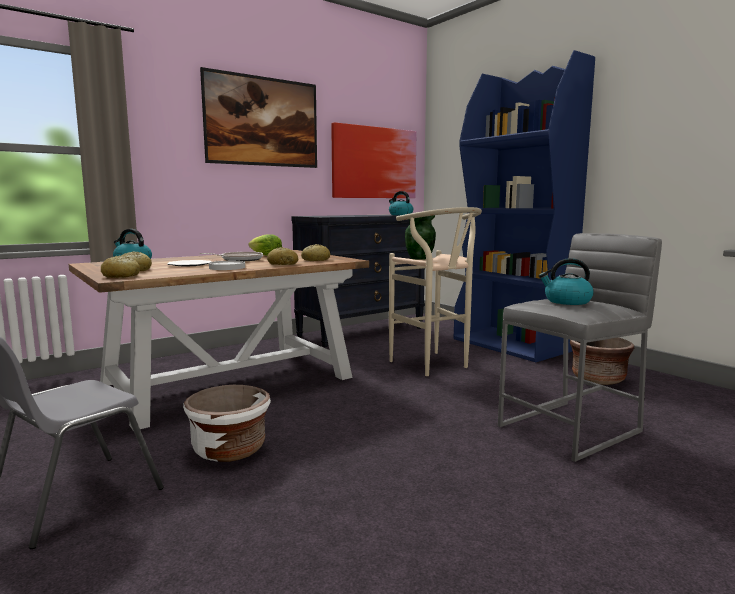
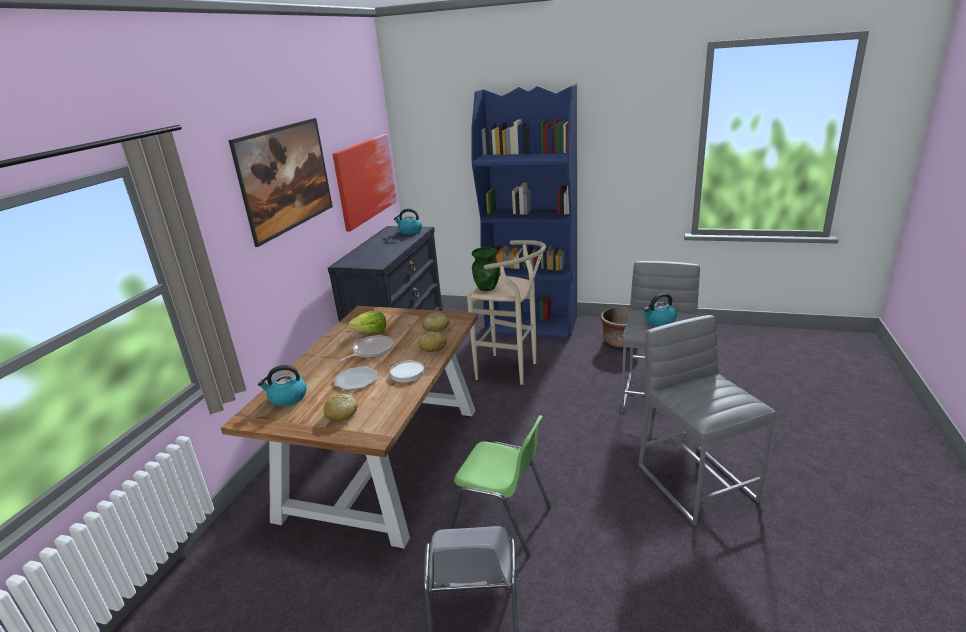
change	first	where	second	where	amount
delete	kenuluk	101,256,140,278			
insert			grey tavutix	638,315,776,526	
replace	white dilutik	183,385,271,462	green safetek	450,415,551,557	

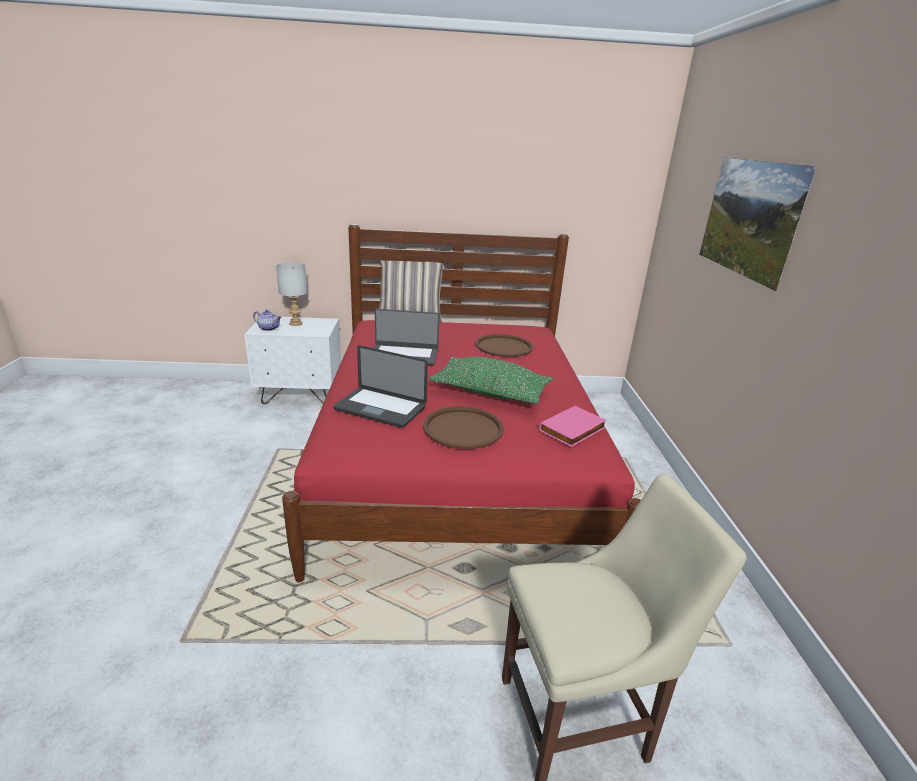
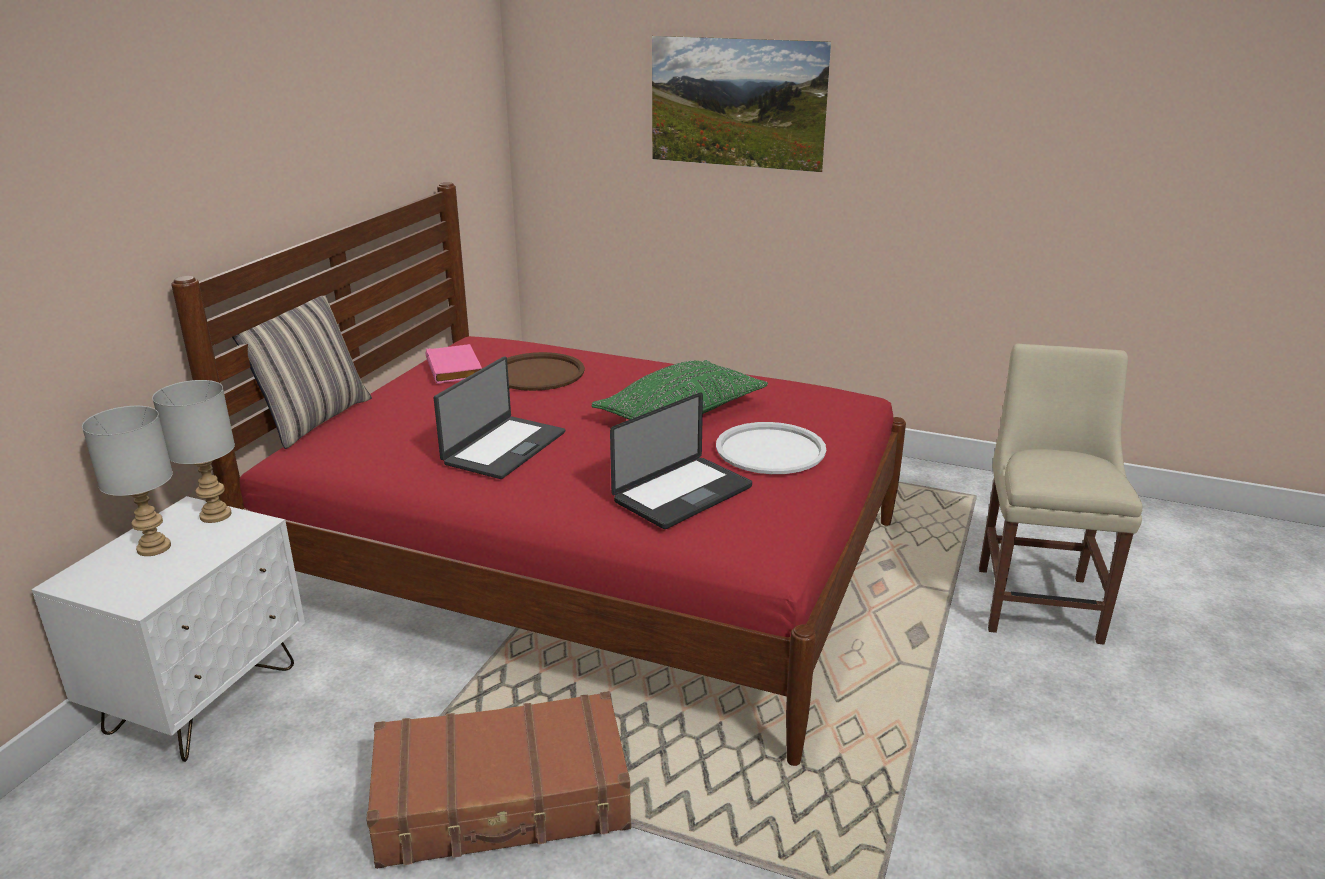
change	first	where	second	where	amount
delete	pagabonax	253,310,282,331			
insert			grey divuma	152,380,235,523	
insert			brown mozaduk	366,691,631,869	
move	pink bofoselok	539,406,607,447		426,344,482,384	
recolor	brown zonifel	423,406,504,449	white zonifel	716,422,826,474	

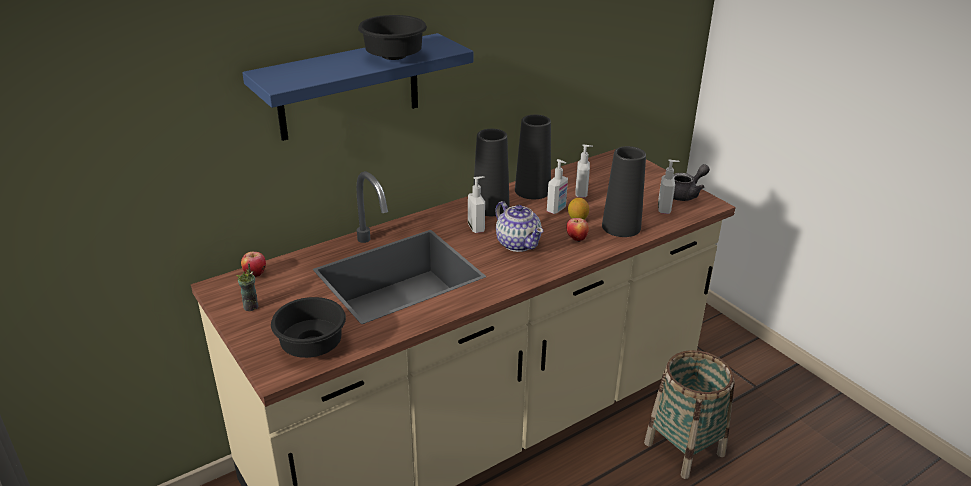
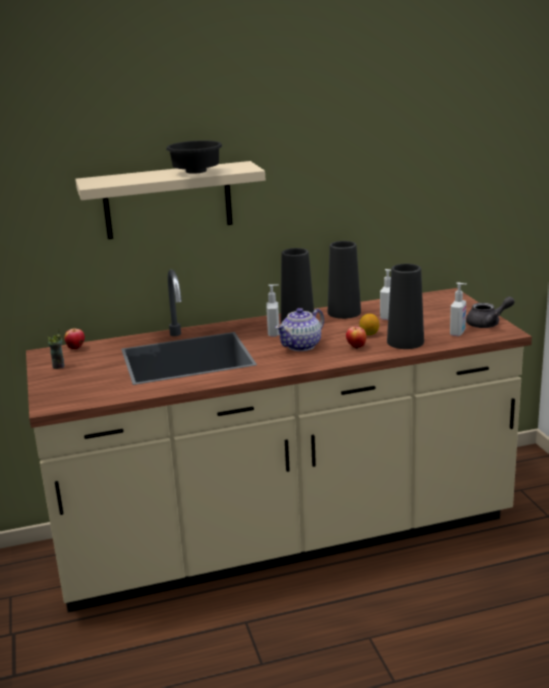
change	first	where	second	where	amount
delete	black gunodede	271,297,346,358			
delete	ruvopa	547,159,568,214			
delete	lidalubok	644,350,735,479			
recolor	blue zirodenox	242,33,473,141	beige zirodenox	75,161,265,239	
rotate	pagabonax	496,201,543,252		275,308,324,351	60 degrees clockwise

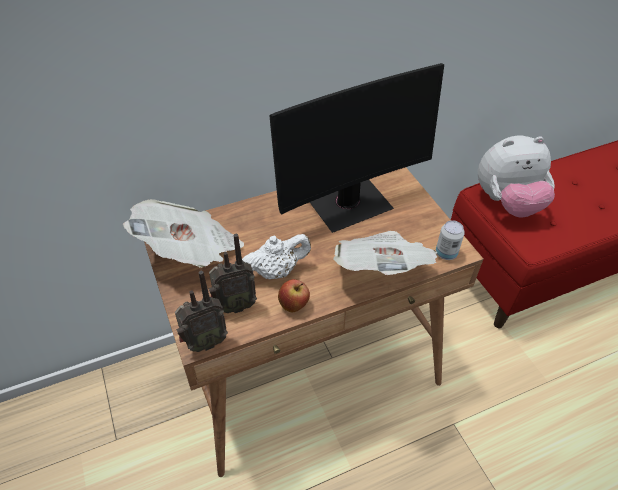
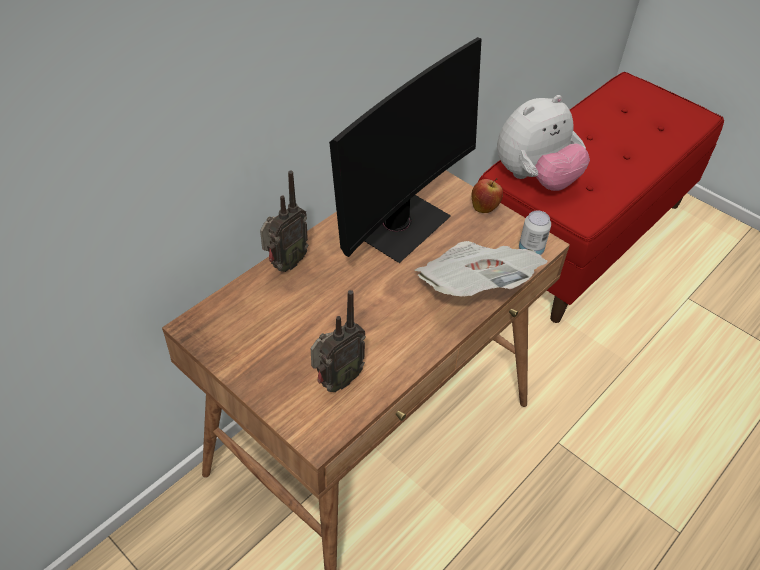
change	first	where	second	where	amount
delete	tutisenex	123,199,244,267			
delete	white pagabonax	242,234,311,279			
move	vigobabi	175,271,228,352		260,171,308,272	
move	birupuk	278,279,310,312		471,178,503,213	

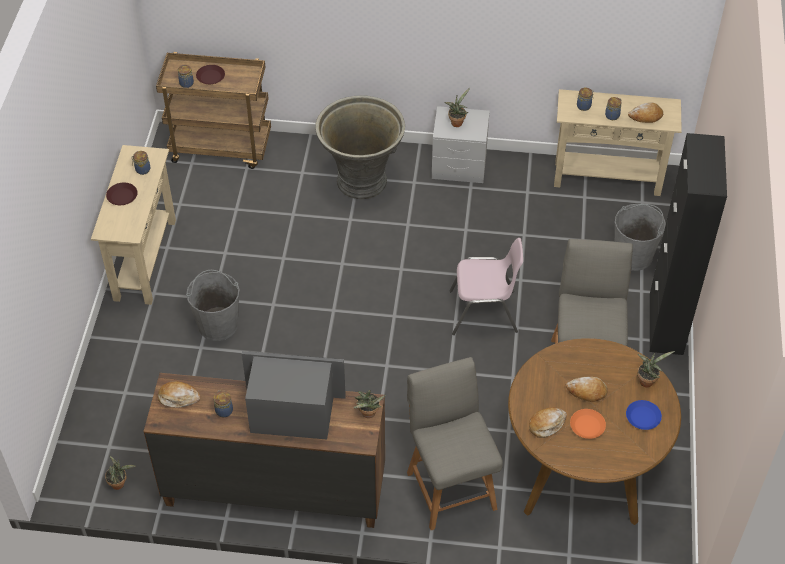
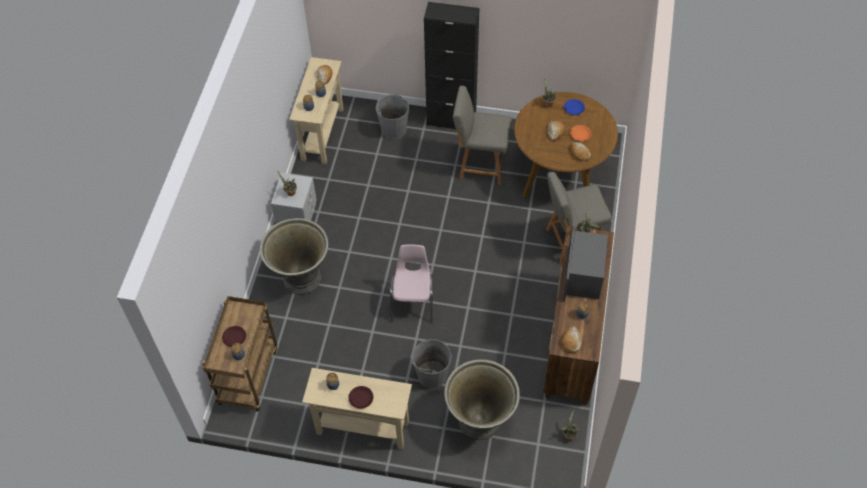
change	first	where	second	where	amount
insert			grey dilutik	444,360,520,440	
move	pink safetek	450,238,523,335		390,244,433,324	

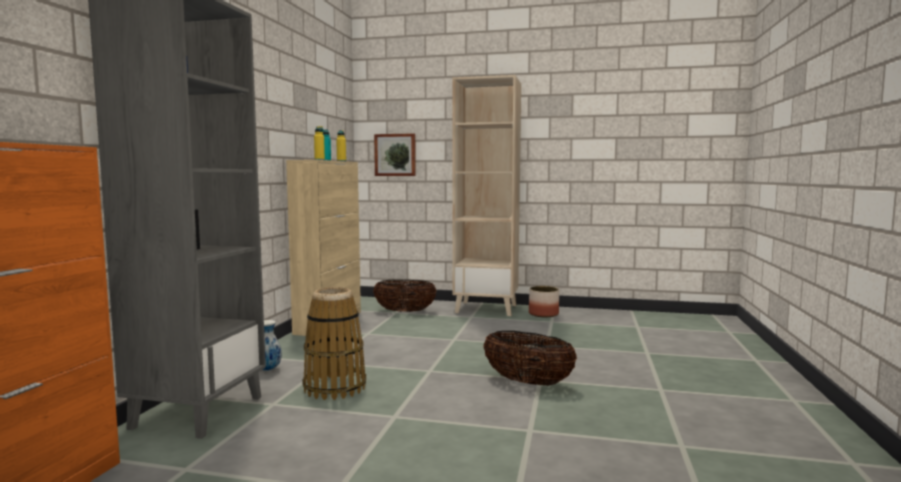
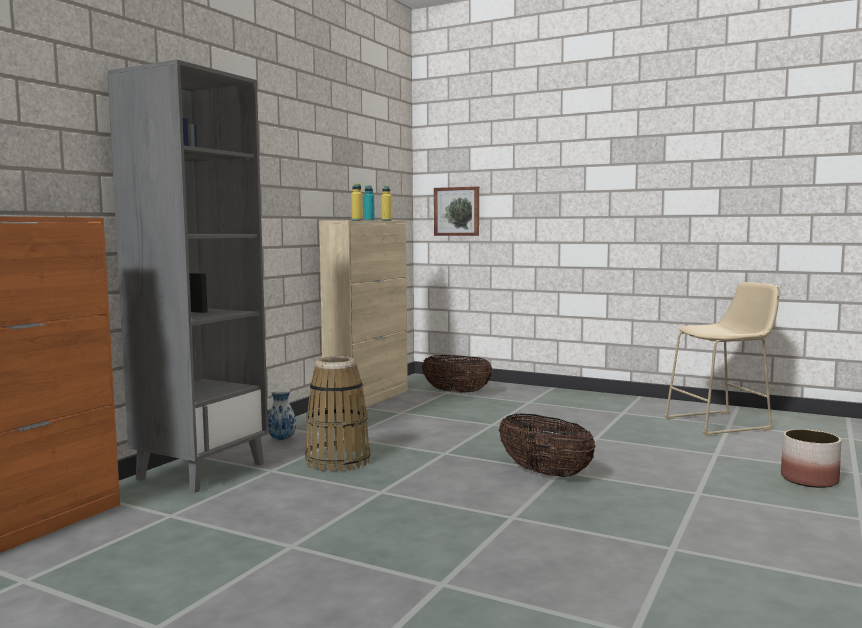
change	first	where	second	where	amount
delete	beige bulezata	452,75,521,316			
insert			beige tavutix	664,282,780,436	
move	dilutik	529,286,559,317		781,429,841,488	

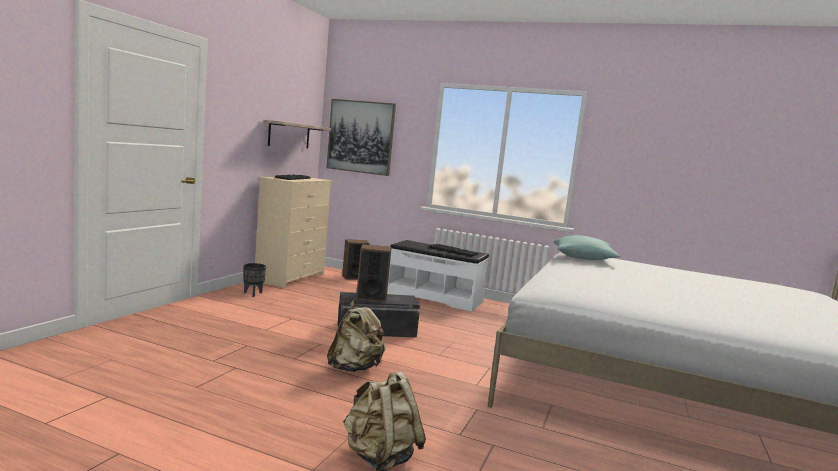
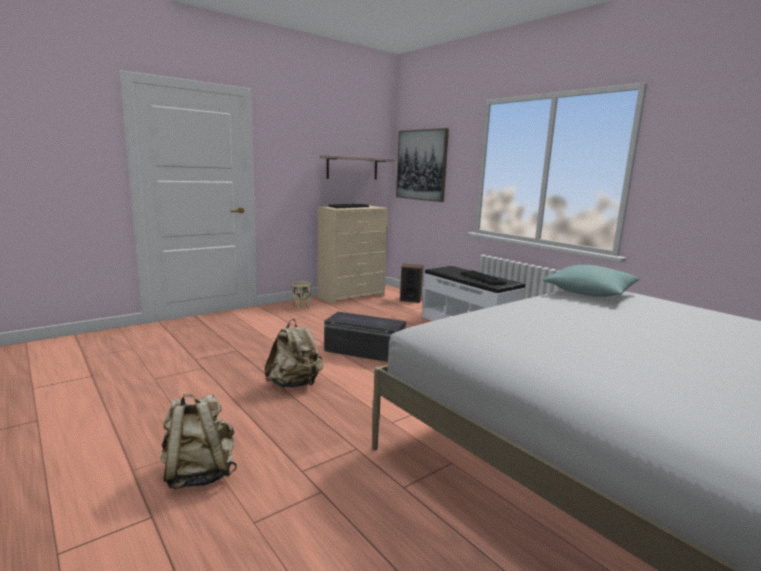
change	first	where	second	where	amount
delete	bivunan	356,244,392,303			
recolor	black dilutik	243,263,266,297	beige dilutik	292,281,311,310	

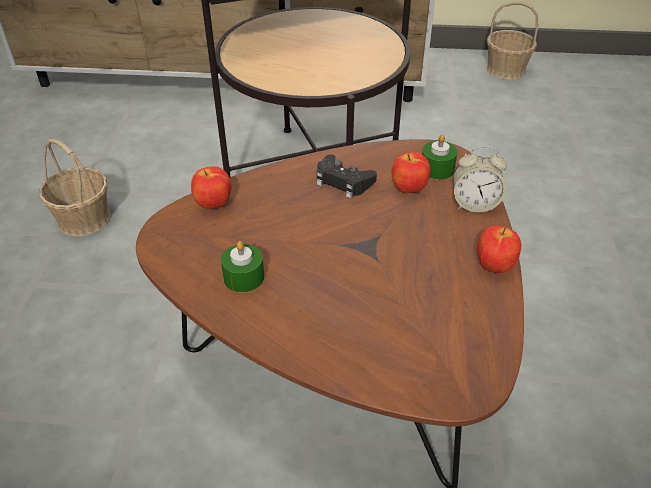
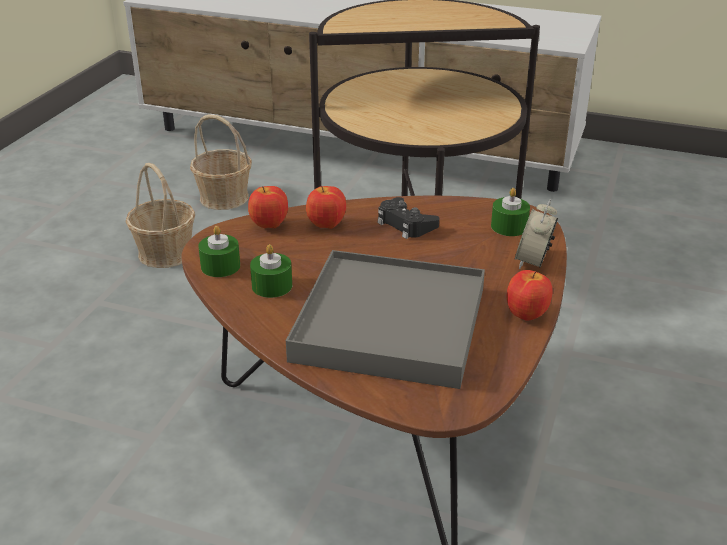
change	first	where	second	where	amount
insert			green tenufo	198,226,240,277	
insert			grey zonifel	286,250,485,389	
move	birupuk	392,152,431,193		306,186,346,229	
move	lidalubok	486,1,538,80		190,114,252,210	
rotate	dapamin	453,146,507,213		515,199,558,269	90 degrees clockwise

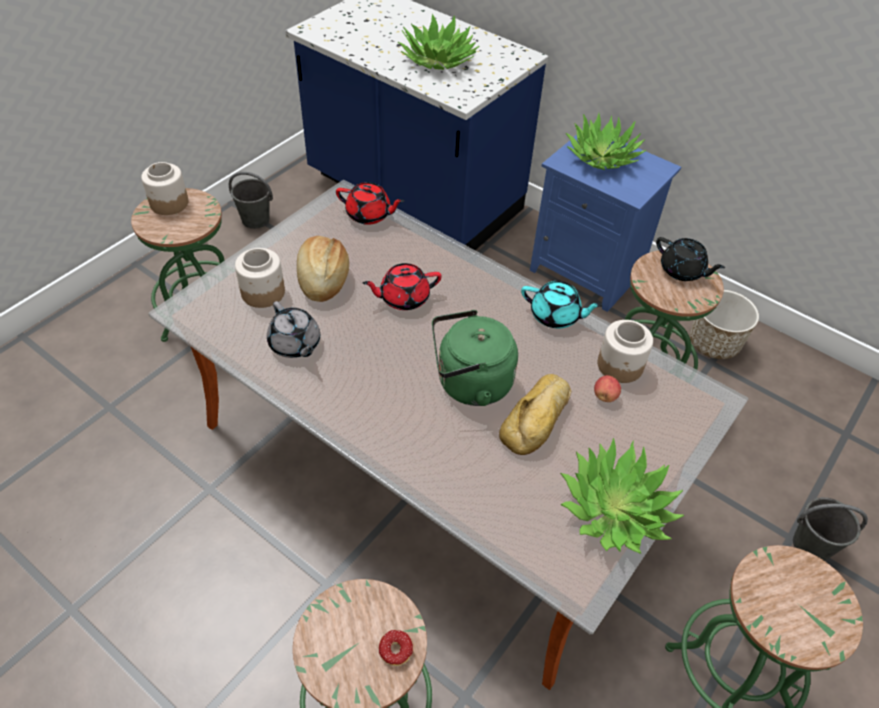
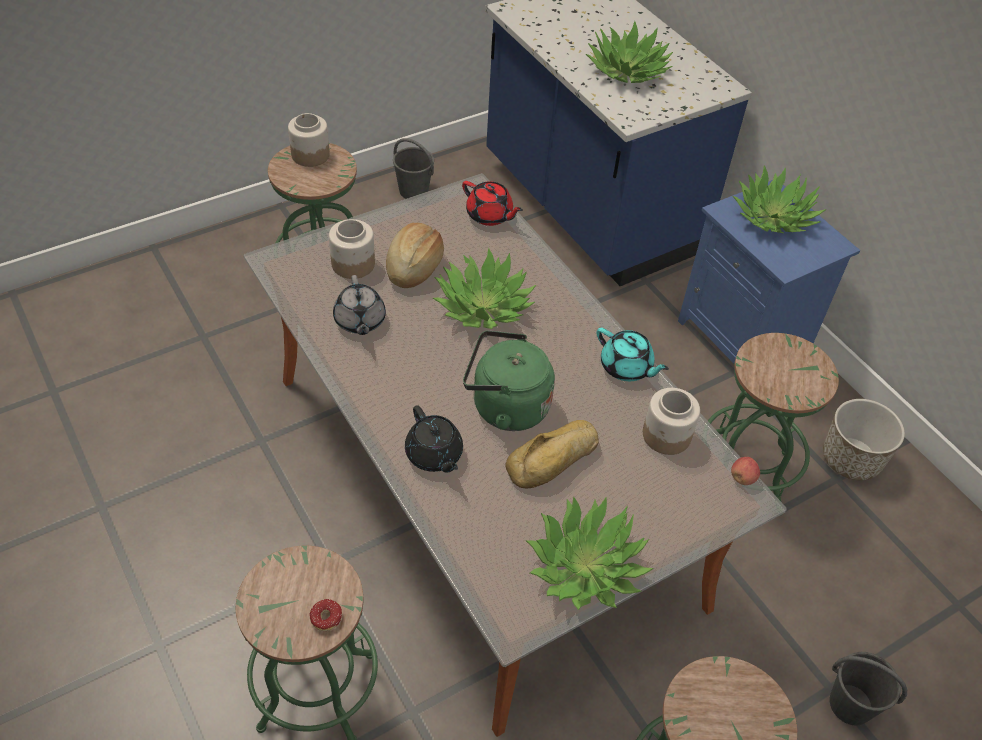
change	first	where	second	where	amount
move	birupuk	594,375,621,402		731,457,760,485	
move	black pagabonax	656,237,725,281		405,405,463,473	
replace	red pagabonax	363,263,442,310	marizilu	433,248,536,329	

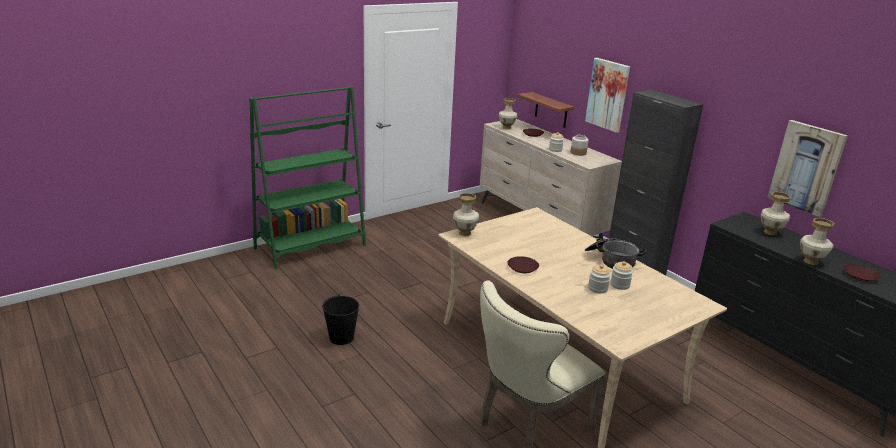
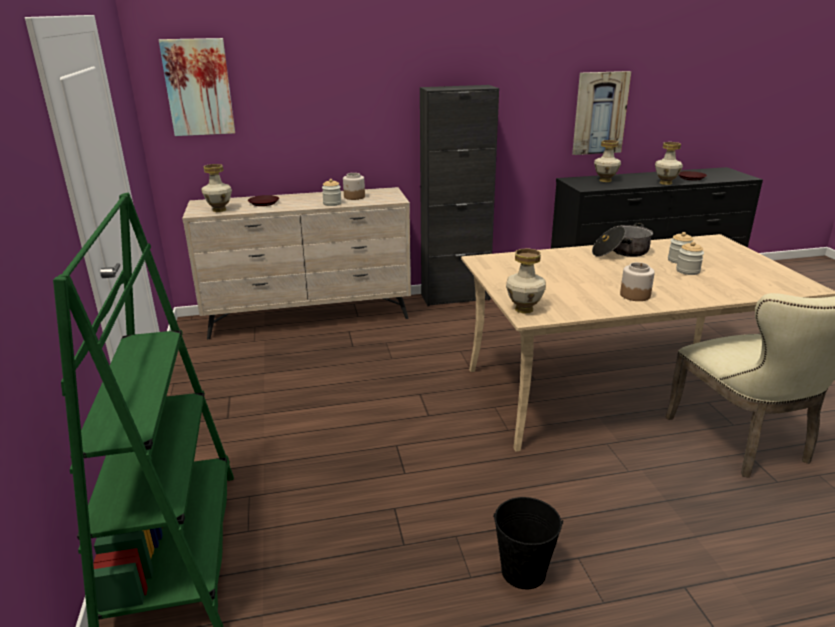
change	first	where	second	where	amount
delete	zirodenox	517,92,575,128			
move	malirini	585,58,630,133		159,38,235,136	
replace	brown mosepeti	507,256,539,273	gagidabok	620,262,655,301	

